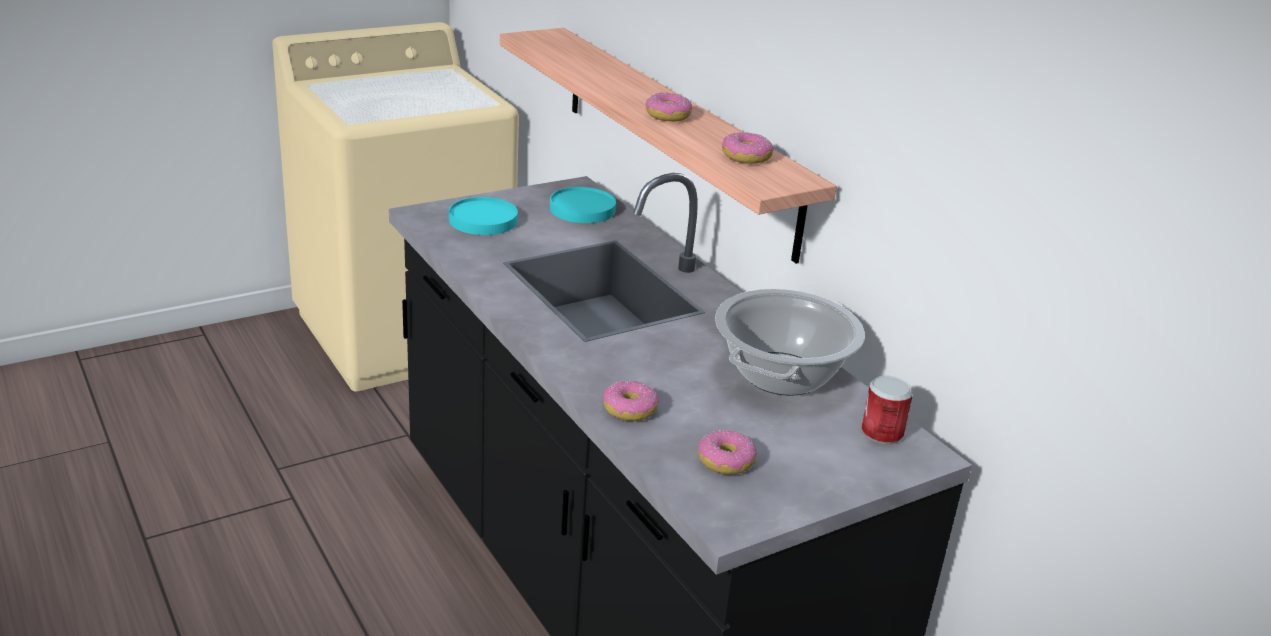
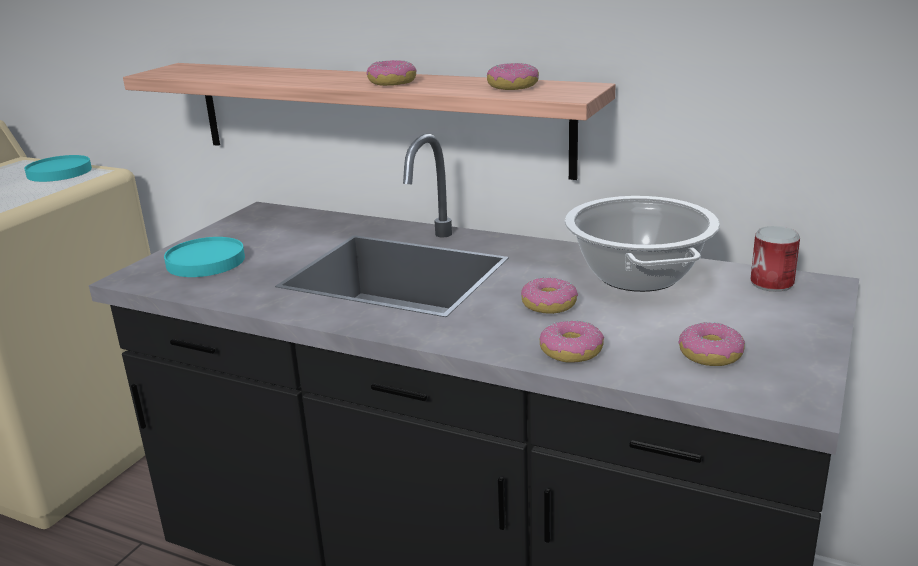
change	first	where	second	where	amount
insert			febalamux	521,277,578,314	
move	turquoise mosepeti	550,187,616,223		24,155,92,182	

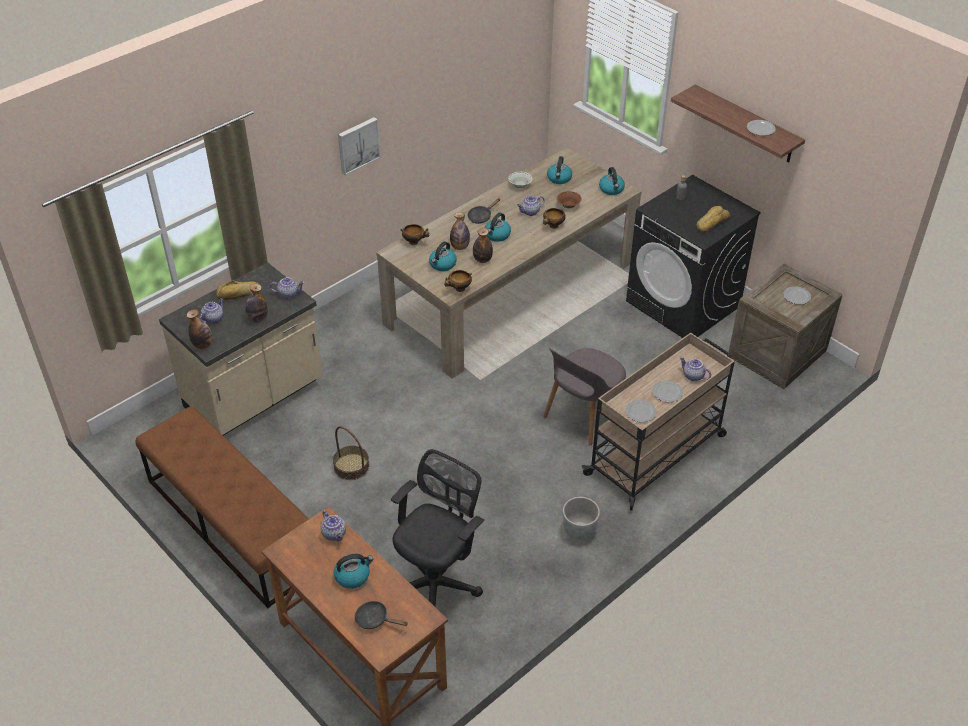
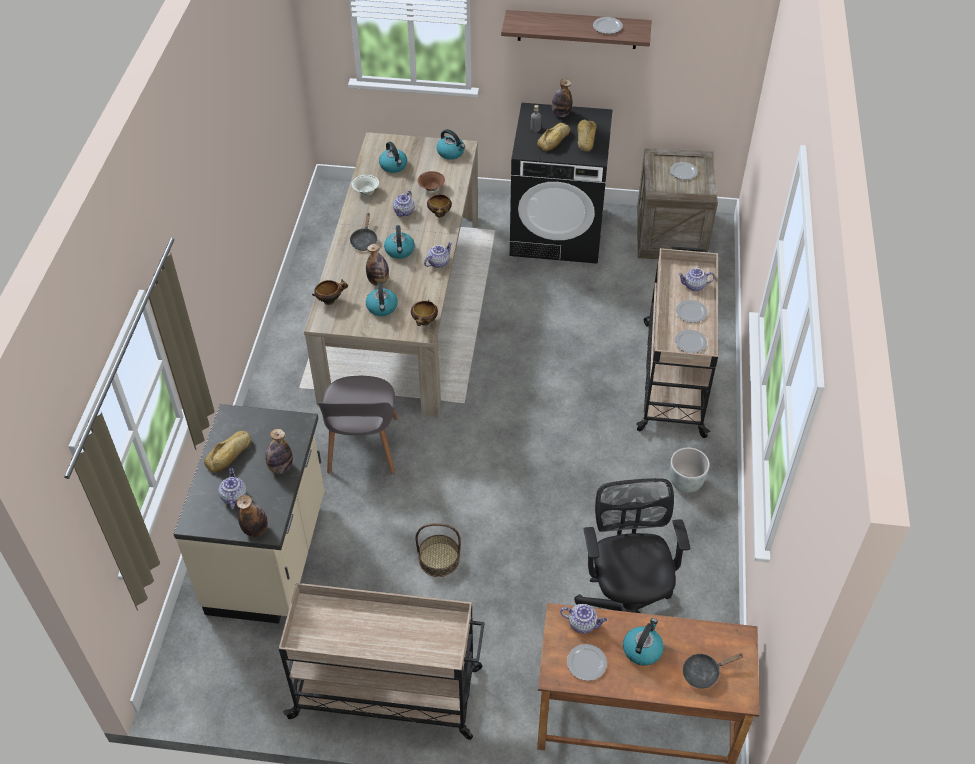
change	first	where	second	where	amount
delete	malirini	338,117,381,175			
insert			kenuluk	537,123,570,151	
insert			mosepeti	567,644,607,681	
move	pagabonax	270,277,305,299		424,242,452,268	
move	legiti	473,228,493,263		552,79,572,117	
move	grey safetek	543,348,626,445		318,376,398,474	
replace	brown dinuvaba	136,406,309,608	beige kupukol	279,583,484,740	

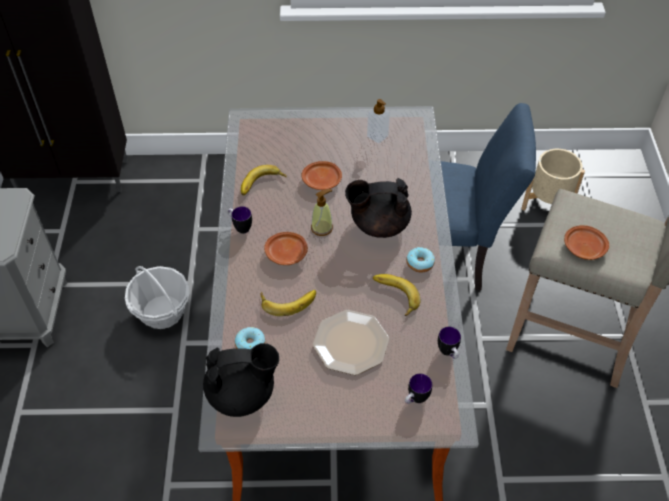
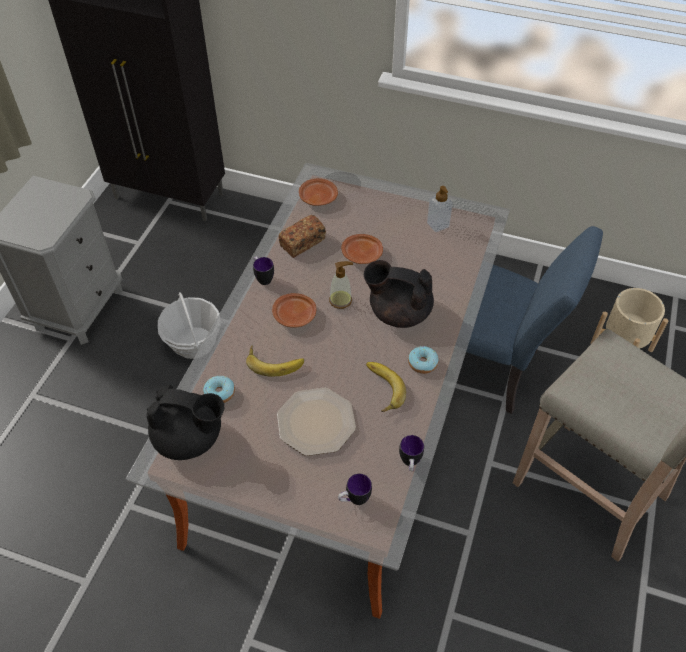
change	first	where	second	where	amount
move	brown mosepeti	564,225,609,260		299,178,338,206	
replace	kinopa	241,165,287,196	kenuluk	279,215,326,258	

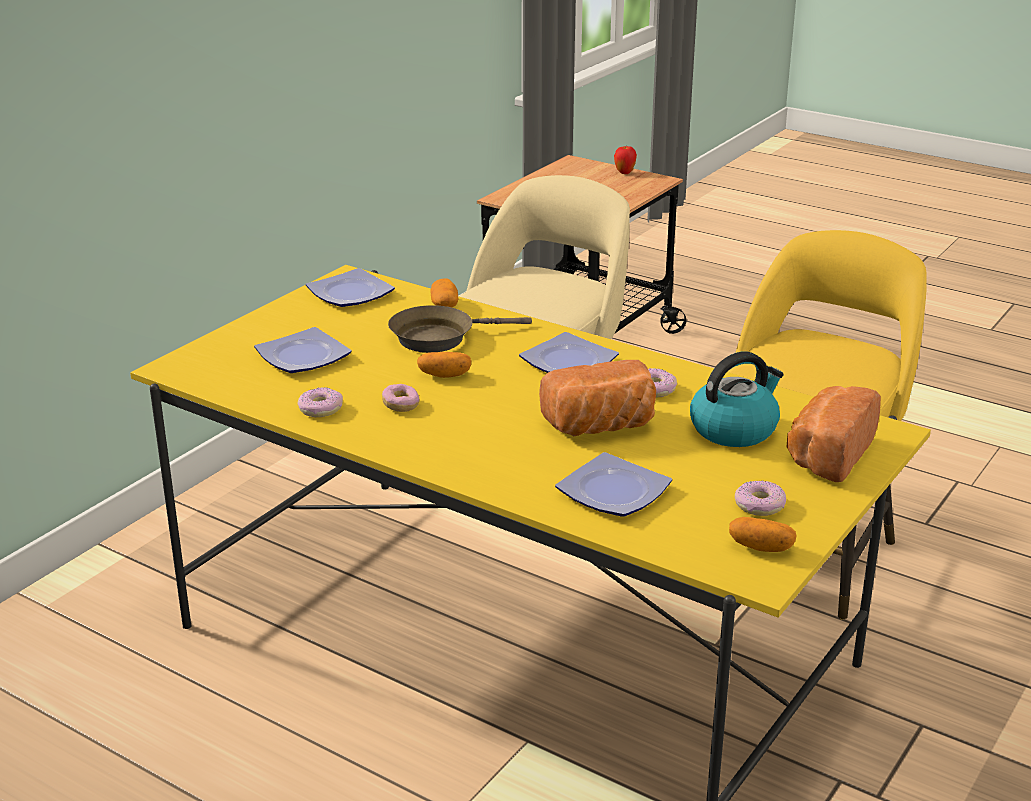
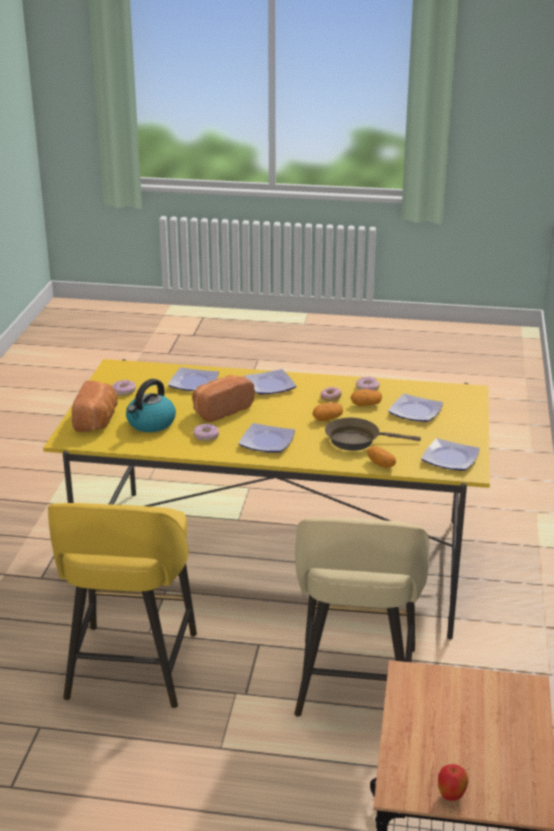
change	first	where	second	where	amount
insert			mosepeti	244,369,296,394	
move	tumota	729,517,797,552		351,389,382,406	
rotate	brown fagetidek	388,305,532,353		325,418,421,451	135 degrees counterclockwise

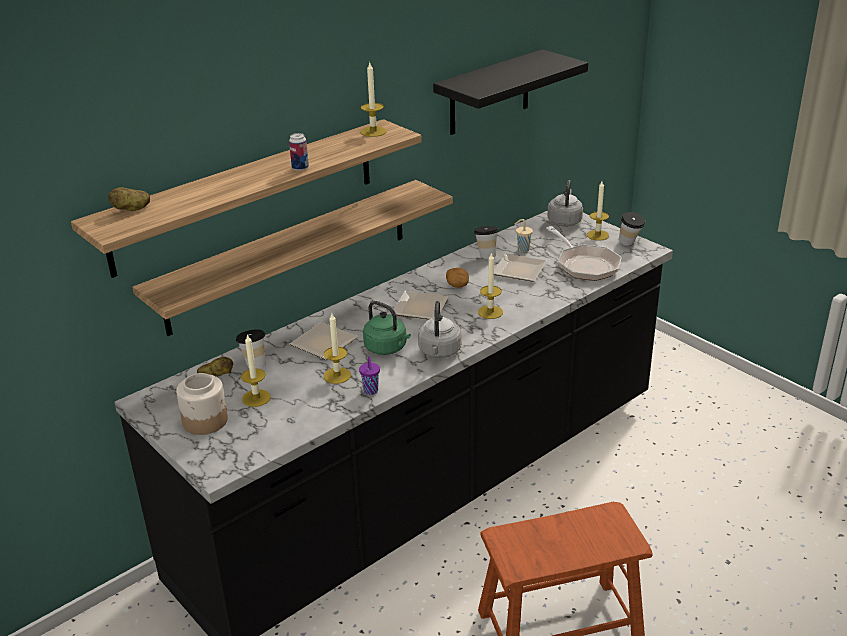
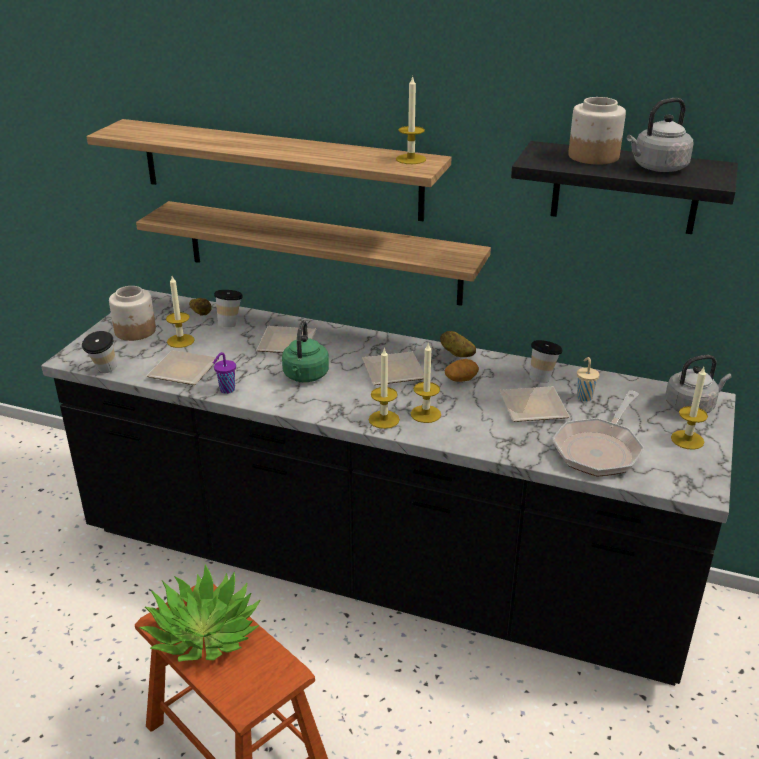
change	first	where	second	where	amount
delete	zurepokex	289,133,309,171			
insert			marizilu	139,564,261,662	
insert			mosepeti	147,350,219,385	
insert			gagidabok	568,97,626,165	
move	tumota	108,187,150,211		440,331,476,357	
move	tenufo	324,313,351,384		369,347,400,429	
move	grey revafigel	418,301,462,358		627,98,694,172	
move	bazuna	619,212,645,246		82,331,117,373	

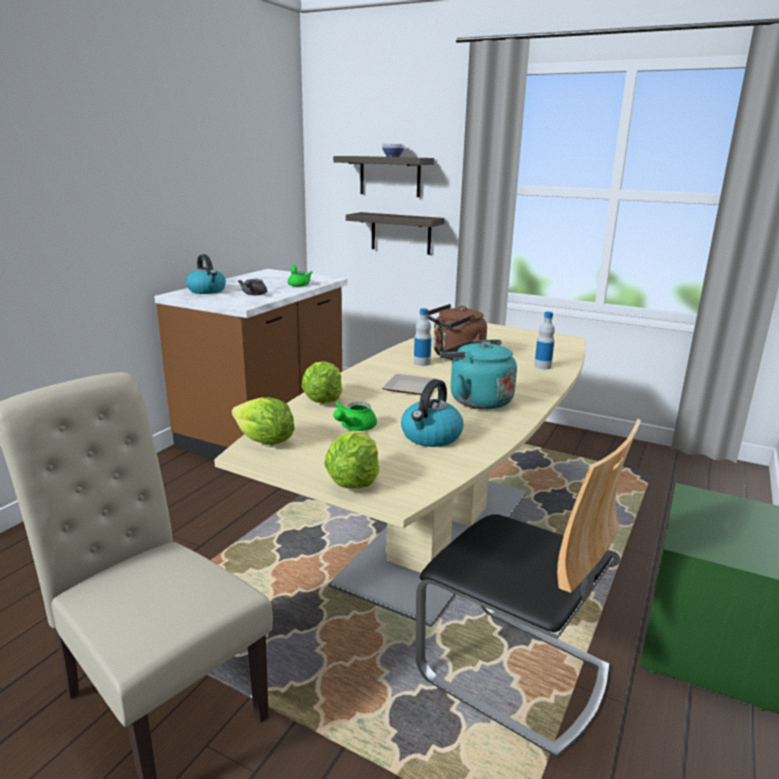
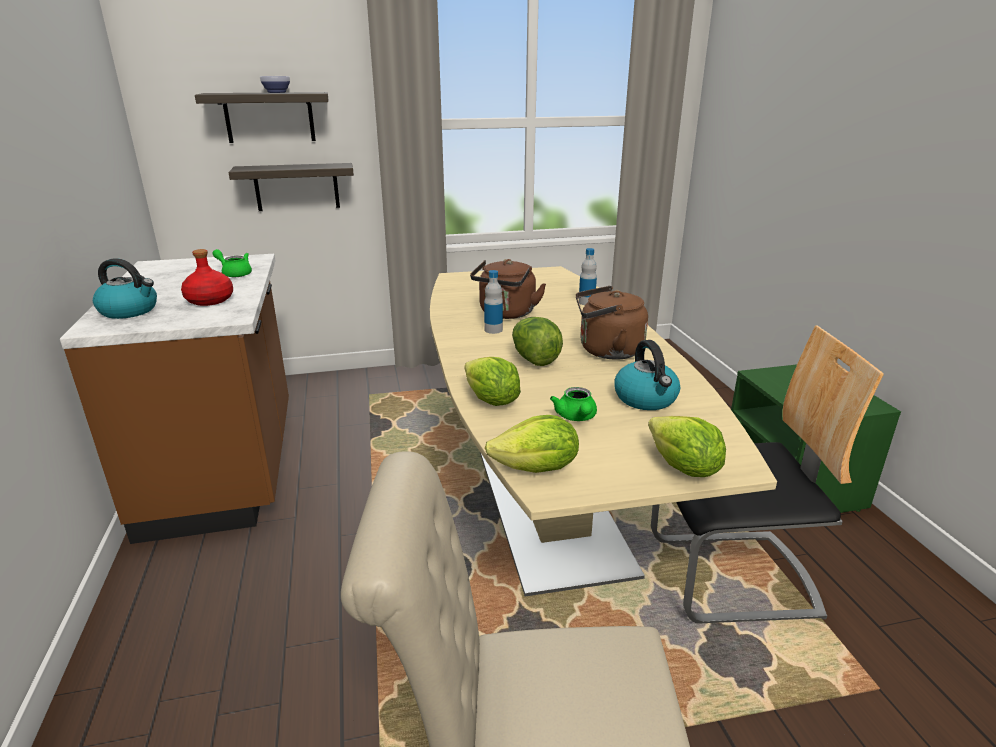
change	first	where	second	where	amount
replace	grey pagabonax	238,279,267,295	red legiti	181,249,233,306	
replace	mosepeti	382,374,436,395	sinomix	512,317,563,366	
recolor	turquoise revafigel	440,339,517,409	brown revafigel	576,286,648,360	

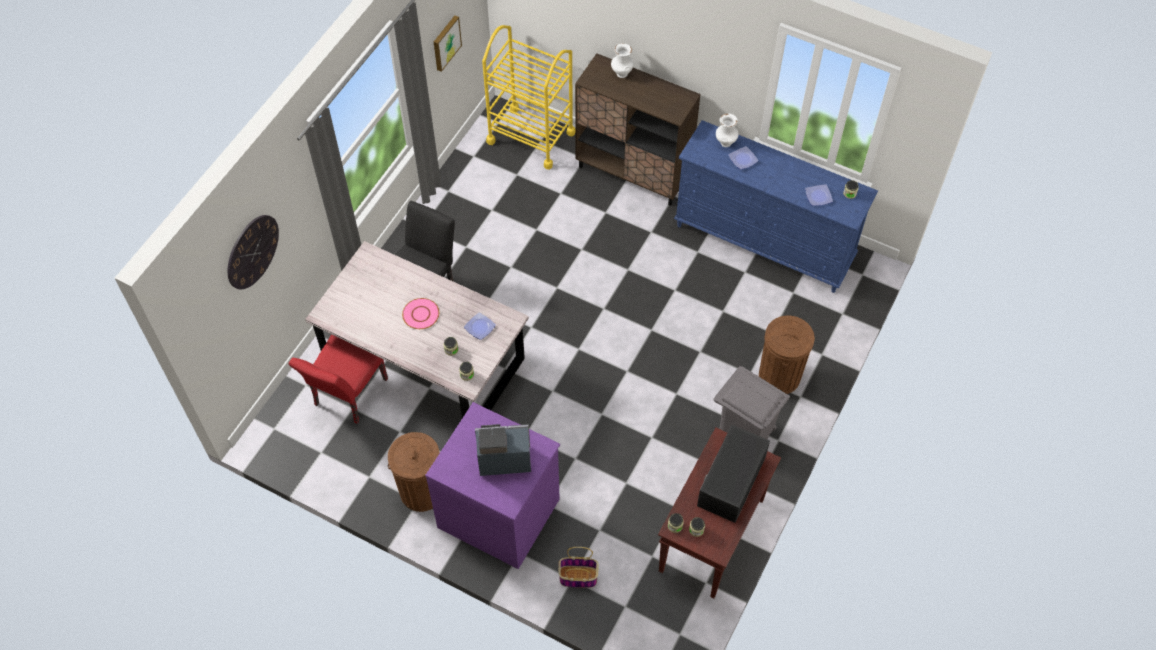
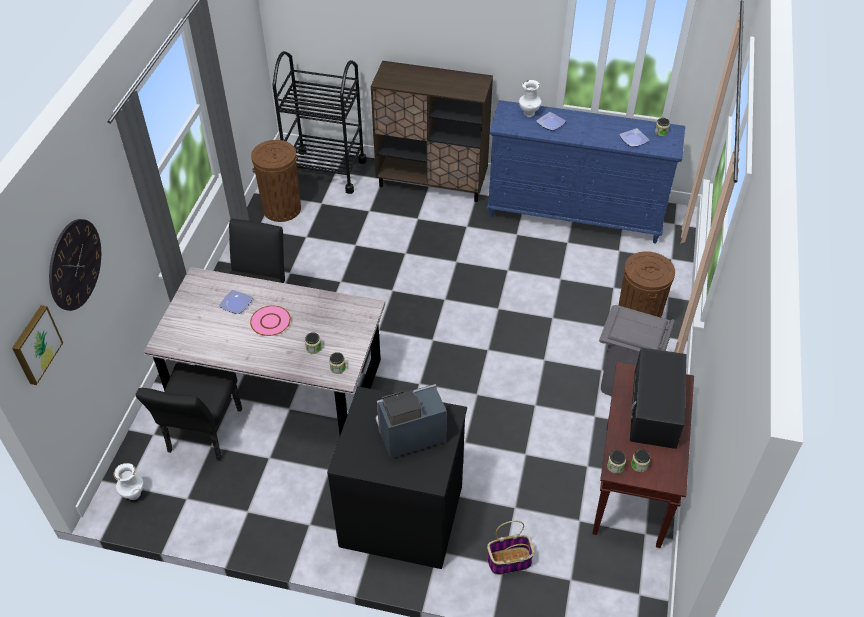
change	first	where	second	where	amount
move	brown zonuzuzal	388,432,440,512		251,140,301,222	
move	malirini	434,15,462,72		12,305,63,385	
move	mosepeti	464,312,496,340		219,290,253,314	
move	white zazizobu	611,43,633,78		114,463,144,500	
recolor	red safetek	288,334,388,424	black safetek	136,363,242,461	
recolor	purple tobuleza	425,402,560,569	black tobuleza	327,387,467,569	
recolor	yellow kupukol	482,25,575,170	black kupukol	272,51,367,194	

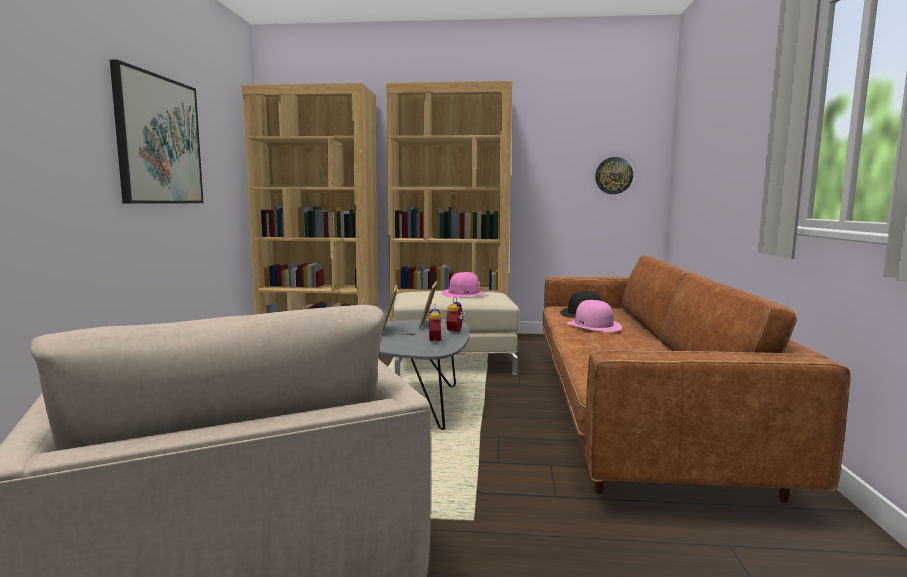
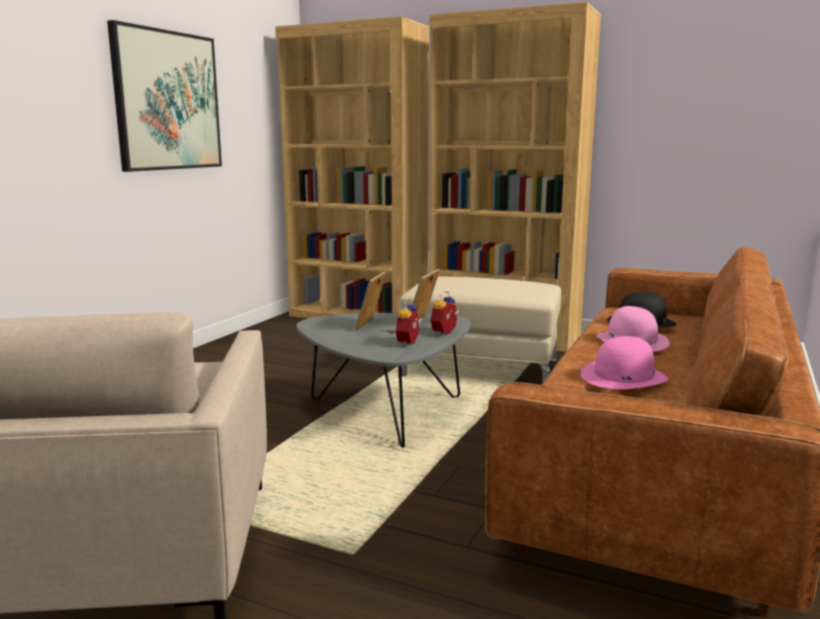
change	first	where	second	where	amount
delete	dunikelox	595,157,633,194			
move	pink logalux	441,272,486,298		581,336,668,389	

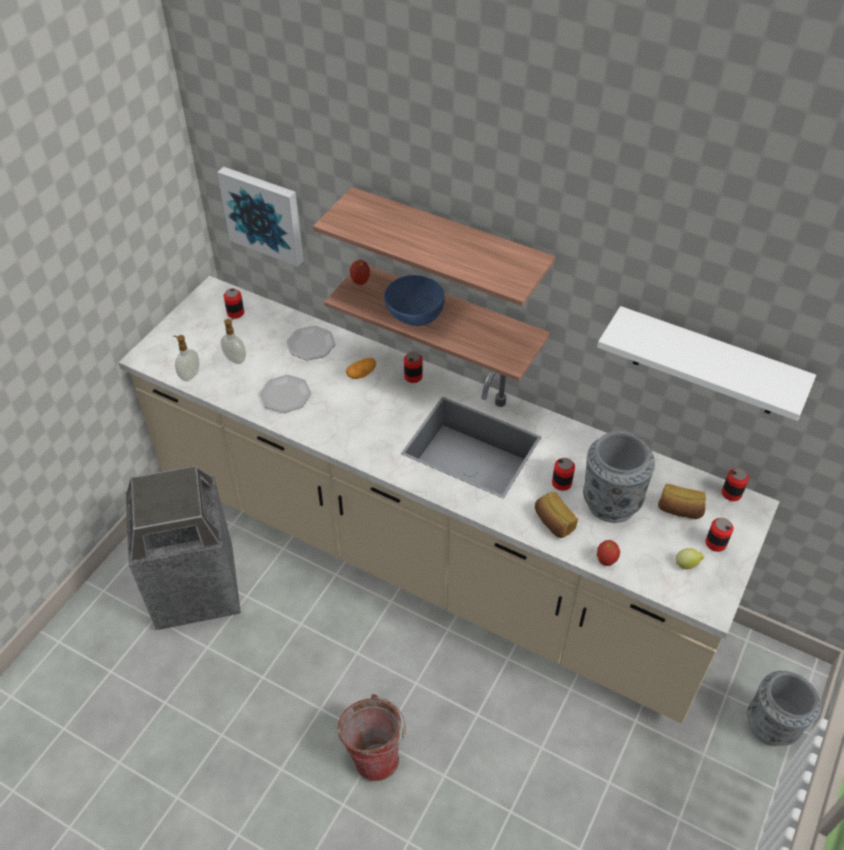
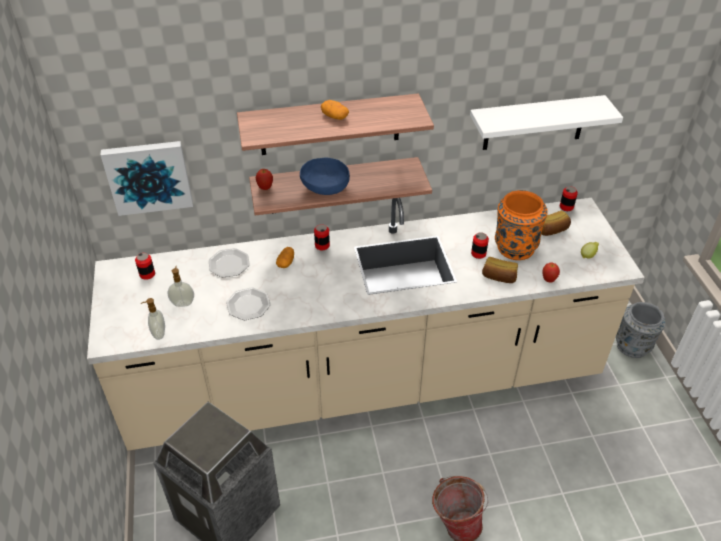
change	first	where	second	where	amount
delete	zurepokex	705,518,733,552			
insert			tumota	321,100,349,120	
recolor	grey zazizobu	583,431,655,523	orange zazizobu	495,190,548,260	

